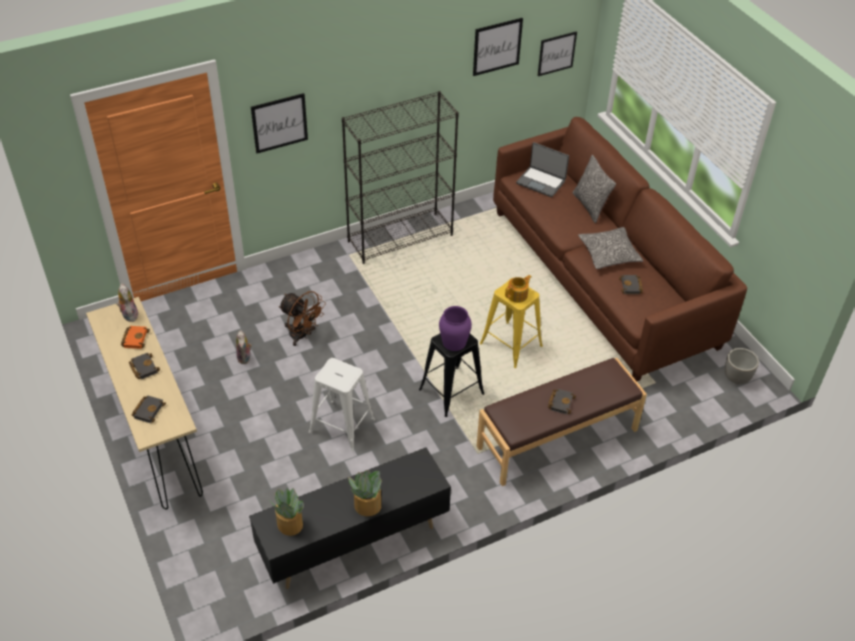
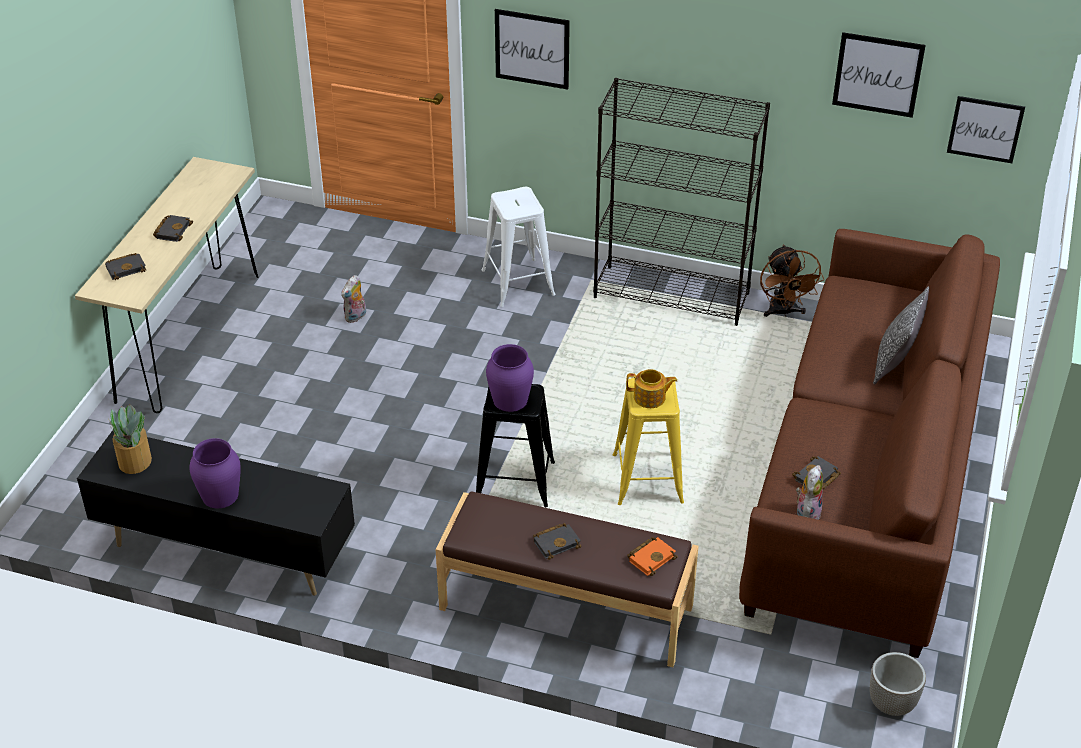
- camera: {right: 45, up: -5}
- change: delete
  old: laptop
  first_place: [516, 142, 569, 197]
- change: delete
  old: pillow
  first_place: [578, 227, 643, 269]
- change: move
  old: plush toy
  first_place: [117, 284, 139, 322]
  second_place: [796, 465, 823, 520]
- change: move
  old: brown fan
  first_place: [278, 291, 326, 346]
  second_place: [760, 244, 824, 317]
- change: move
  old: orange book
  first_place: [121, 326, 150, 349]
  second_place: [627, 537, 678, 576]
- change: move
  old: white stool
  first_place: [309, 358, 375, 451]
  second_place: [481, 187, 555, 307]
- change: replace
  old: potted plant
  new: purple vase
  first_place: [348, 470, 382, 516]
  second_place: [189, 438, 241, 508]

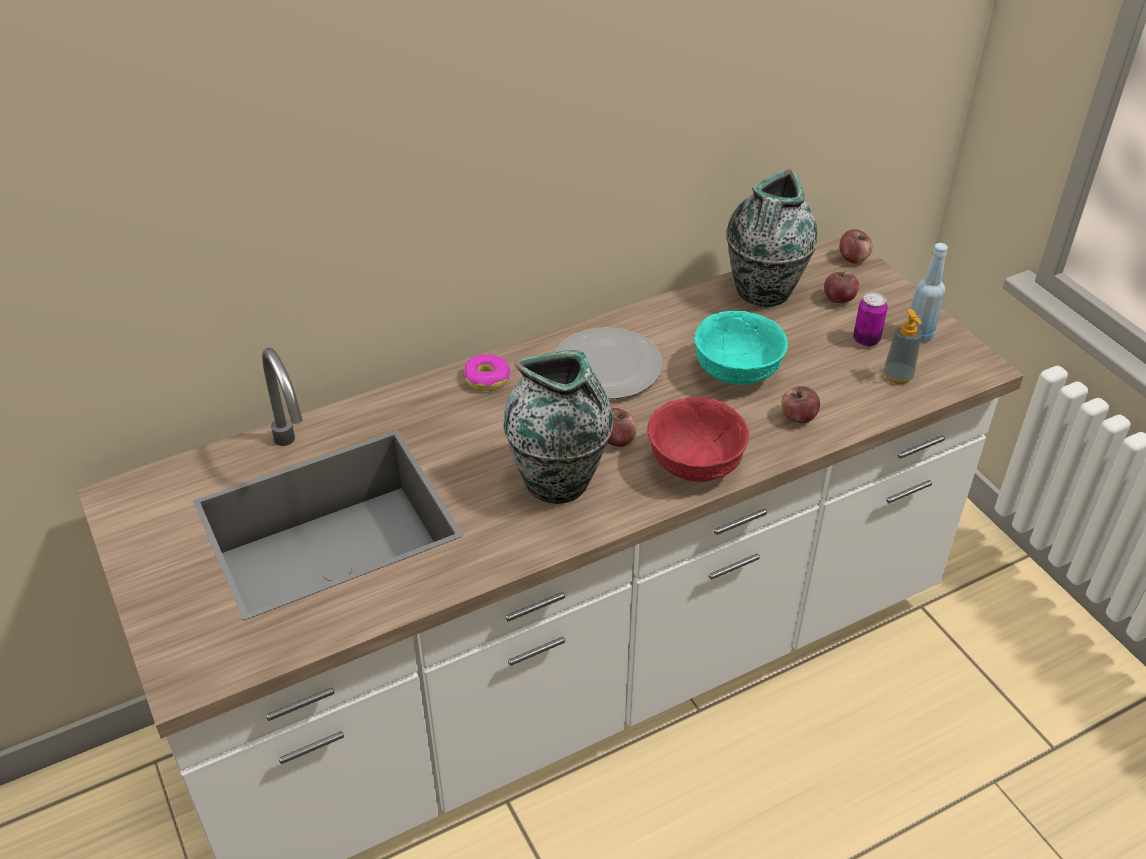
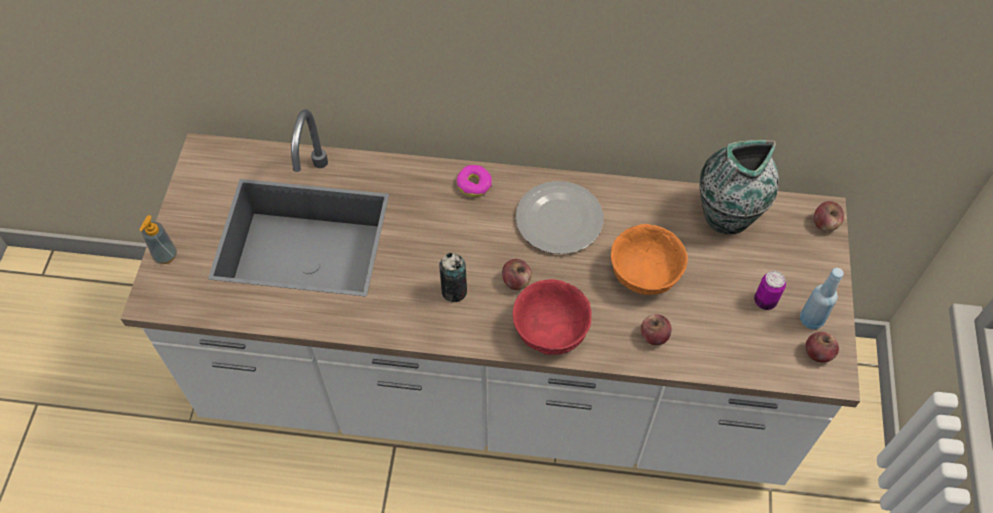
- camera: {right: 35, up: 15}
- change: move
  old: apple
  first_place: [824, 270, 859, 303]
  second_place: [806, 332, 839, 363]
- change: move
  old: soap dispenser
  first_place: [884, 309, 922, 384]
  second_place: [139, 215, 177, 264]
- change: recolor
  old: turquoise bowl
  new: orange bowl
  first_place: [694, 311, 788, 385]
  second_place: [611, 224, 688, 295]
- change: replace
  old: vase
  new: can
  first_place: [503, 350, 613, 504]
  second_place: [439, 252, 467, 302]

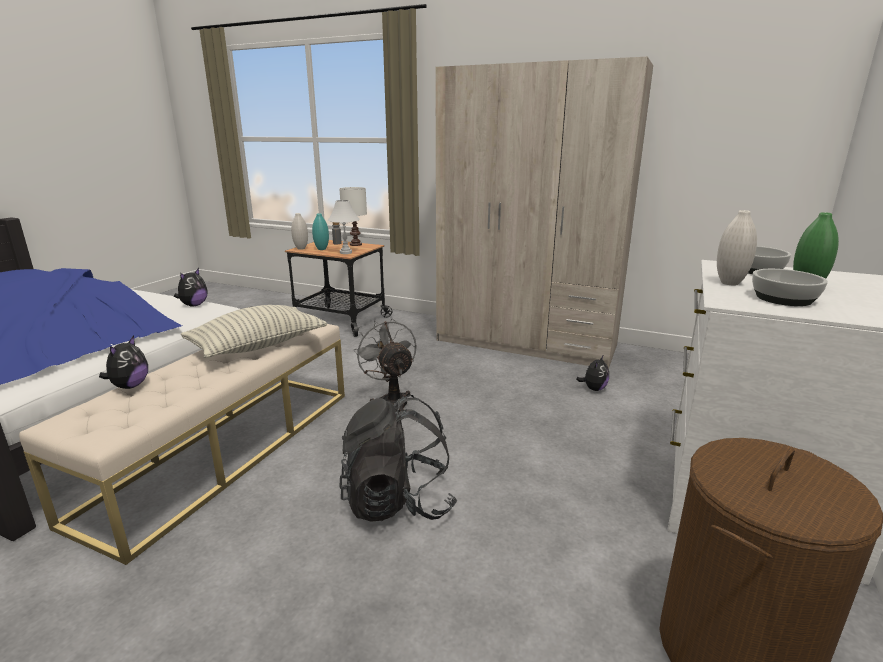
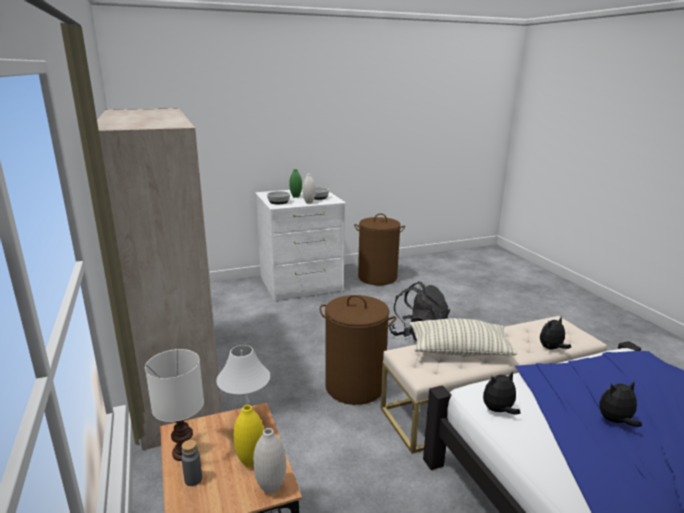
- camera: {right: -135, up: 0}
- change: recolor
  old: turquoise vase
  new: yellow vase
  first_place: [312, 213, 329, 250]
  second_place: [233, 405, 264, 467]
- change: replace
  old: grey fan
  new: brown laundry basket
  first_place: [354, 318, 417, 412]
  second_place: [319, 295, 396, 405]
- change: move
  old: plush toy
  first_place: [576, 356, 609, 391]
  second_place: [599, 382, 642, 427]

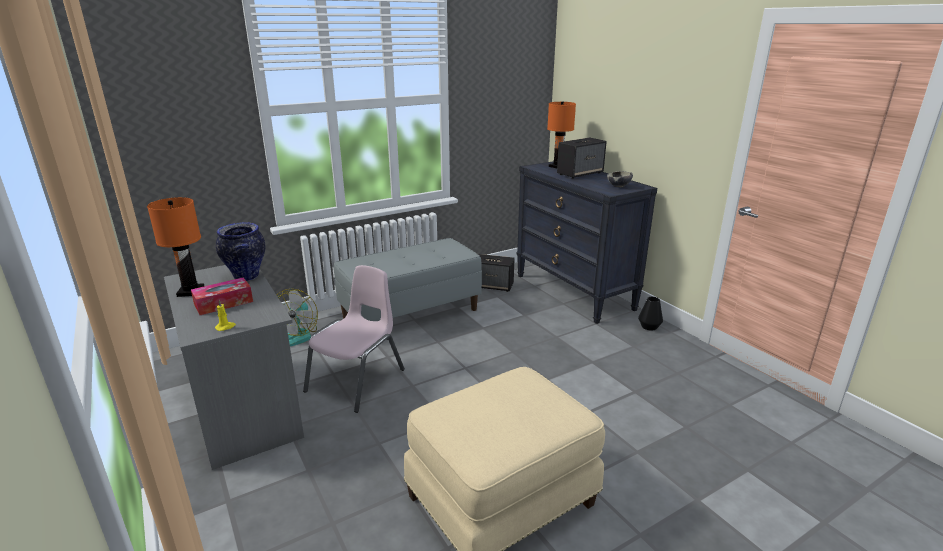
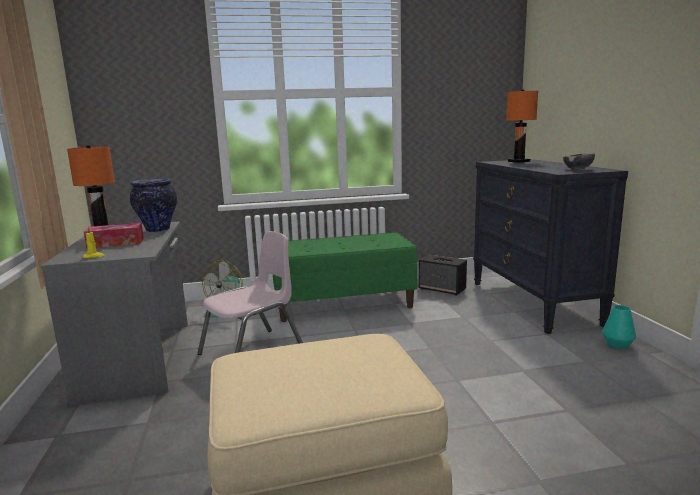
- camera: {right: 20, up: -10}
- change: delete
  old: speaker
  first_place: [557, 137, 607, 179]
- change: recolor
  old: grey bench
  new: green bench
  first_place: [334, 238, 482, 321]
  second_place: [273, 232, 418, 322]
- change: recolor
  old: black vase
  new: turquoise vase
  first_place: [638, 297, 663, 331]
  second_place: [602, 305, 636, 349]

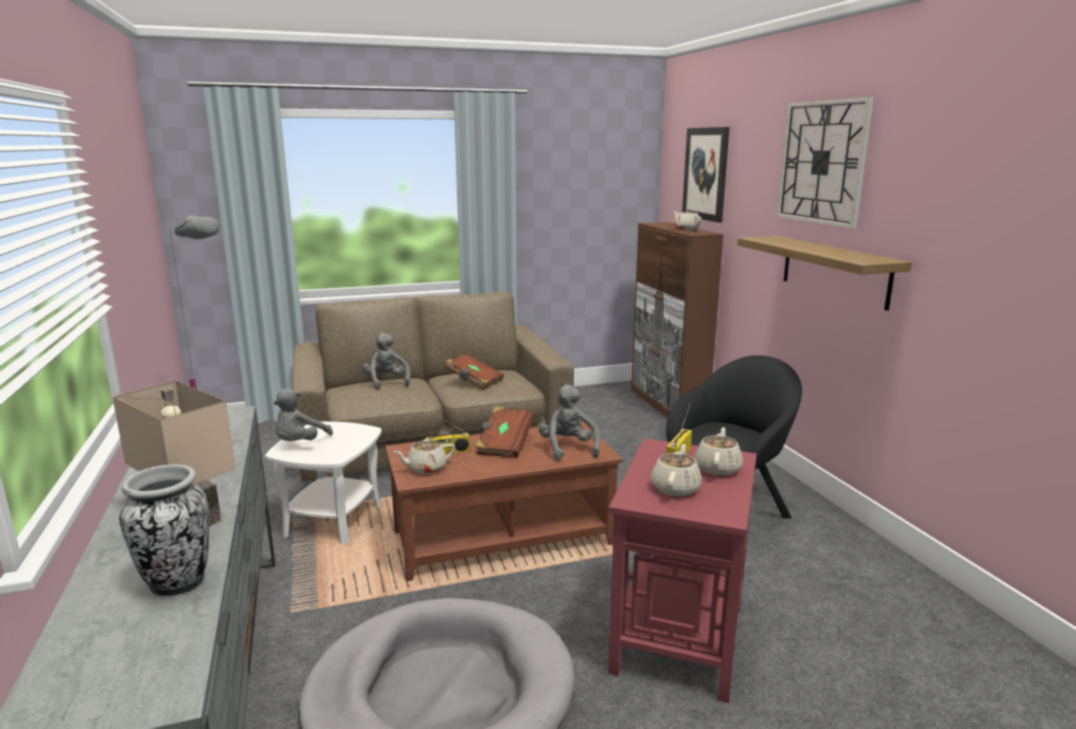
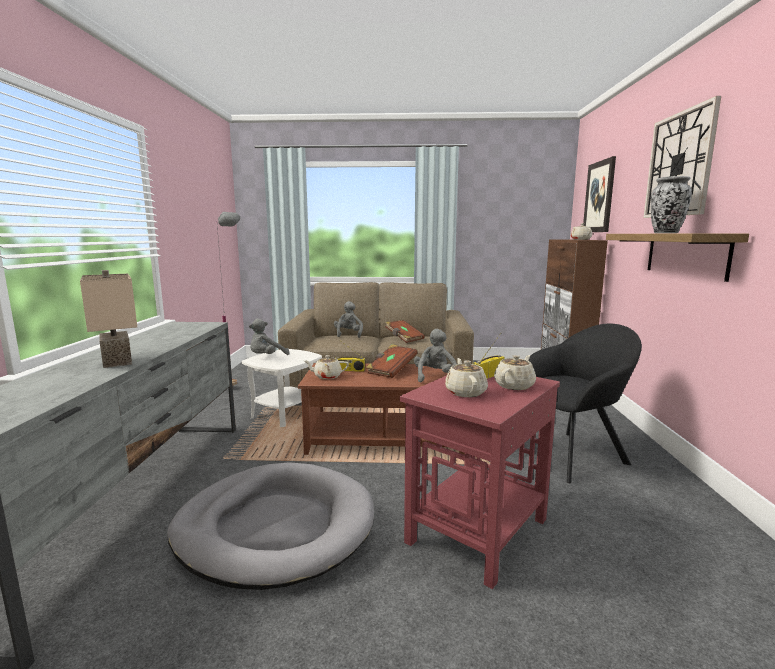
- camera: {right: 20, up: -5}
- change: rotate
  old: beige teapot
  first_place: [651, 444, 702, 497]
  second_place: [445, 358, 488, 397]
  degrees: -45
- change: move
  old: vase
  first_place: [119, 464, 209, 596]
  second_place: [651, 176, 692, 233]

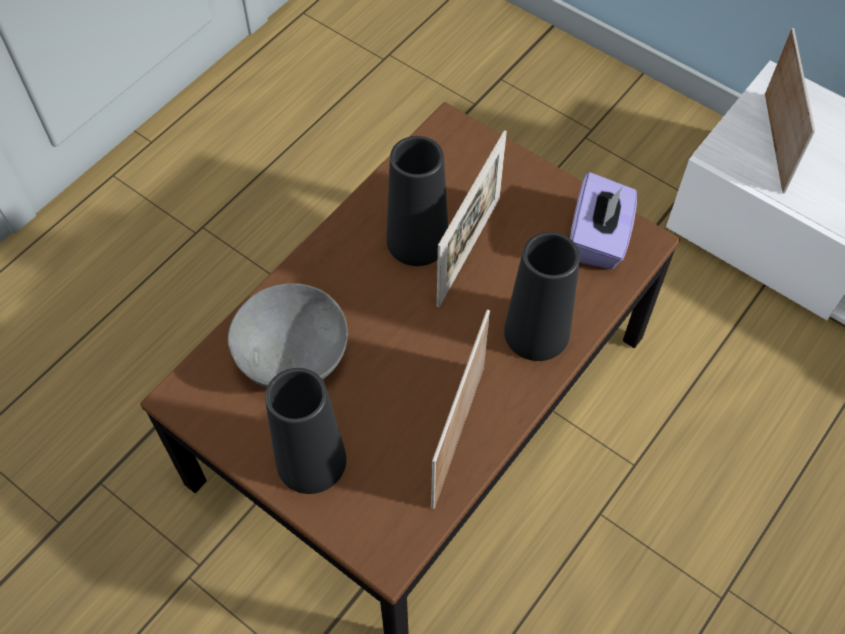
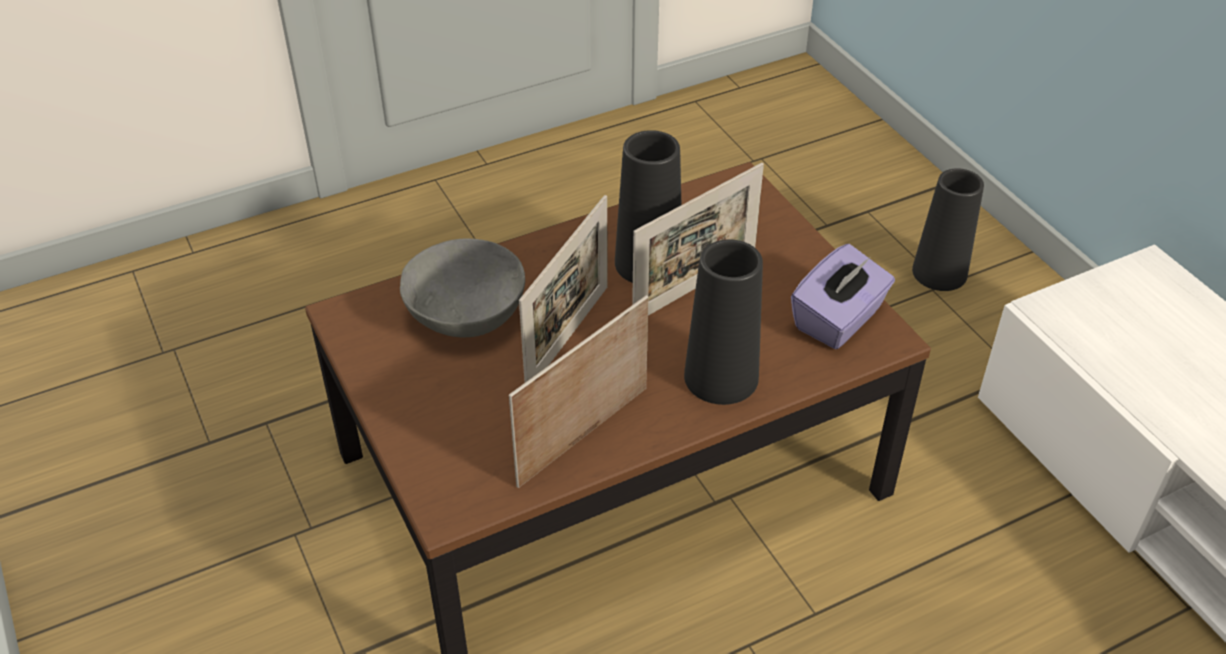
- camera: {right: 25, up: -15}
- change: move
  old: picture frame
  first_place: [765, 28, 815, 194]
  second_place: [519, 195, 608, 382]
- change: move
  old: black vase
  first_place: [265, 368, 346, 494]
  second_place: [912, 168, 984, 291]

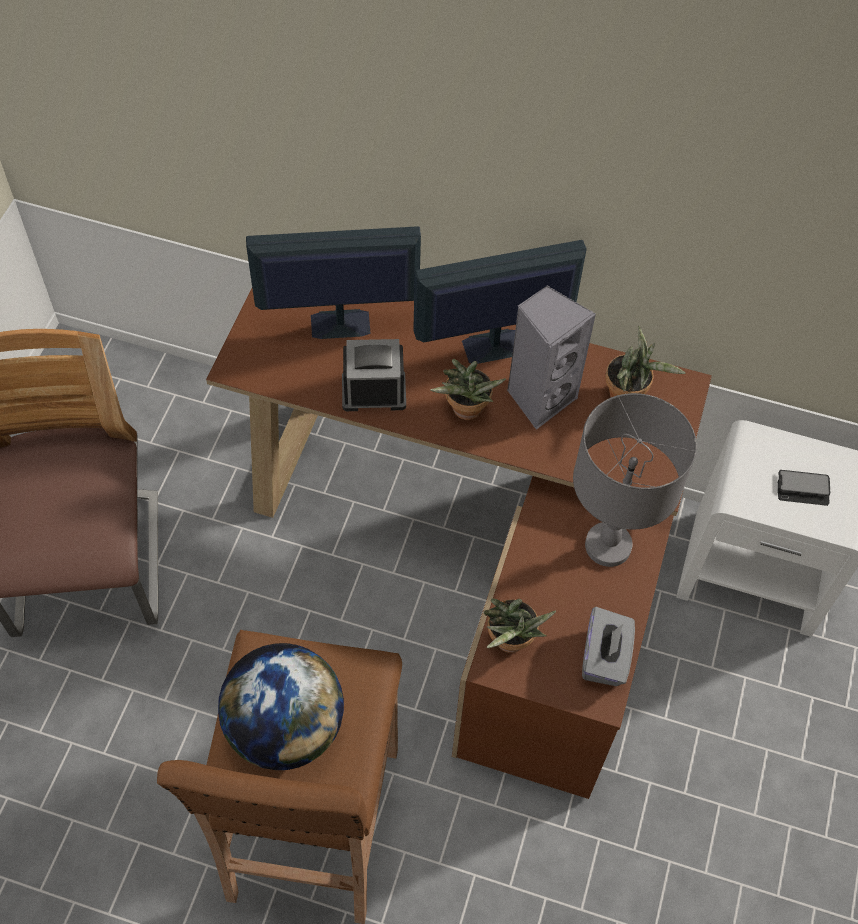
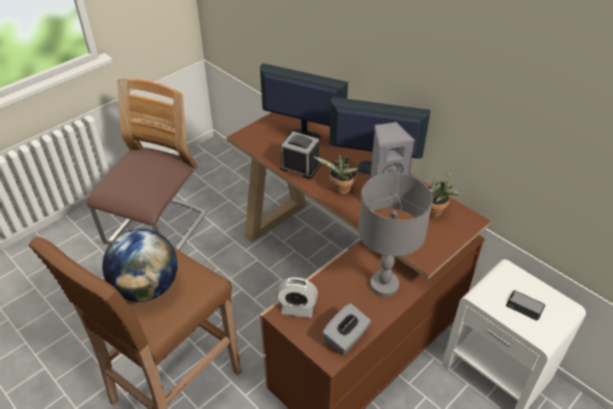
- camera: {right: 30, up: -15}
- change: replace
  old: potted plant
  new: alarm clock
  first_place: [483, 598, 556, 653]
  second_place: [277, 277, 318, 318]

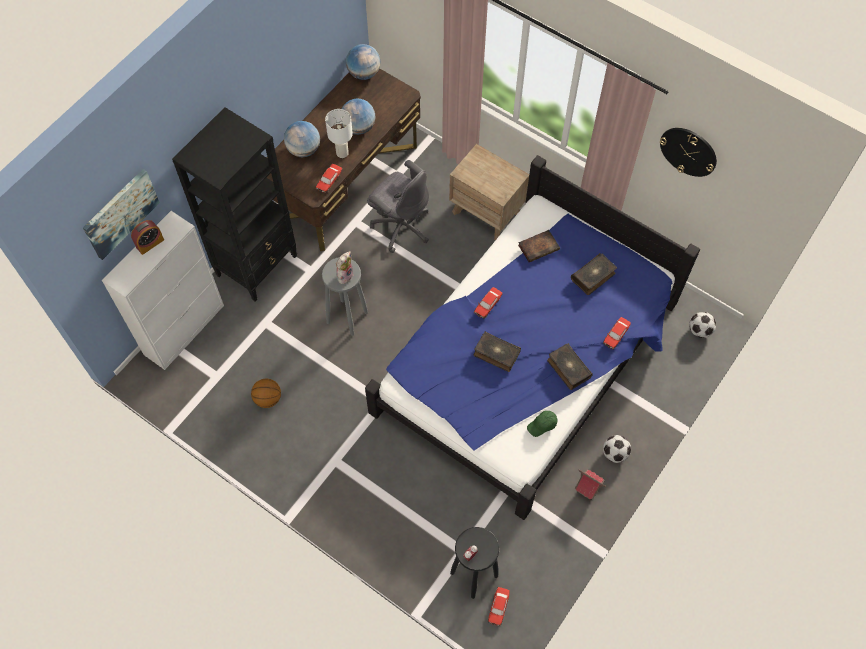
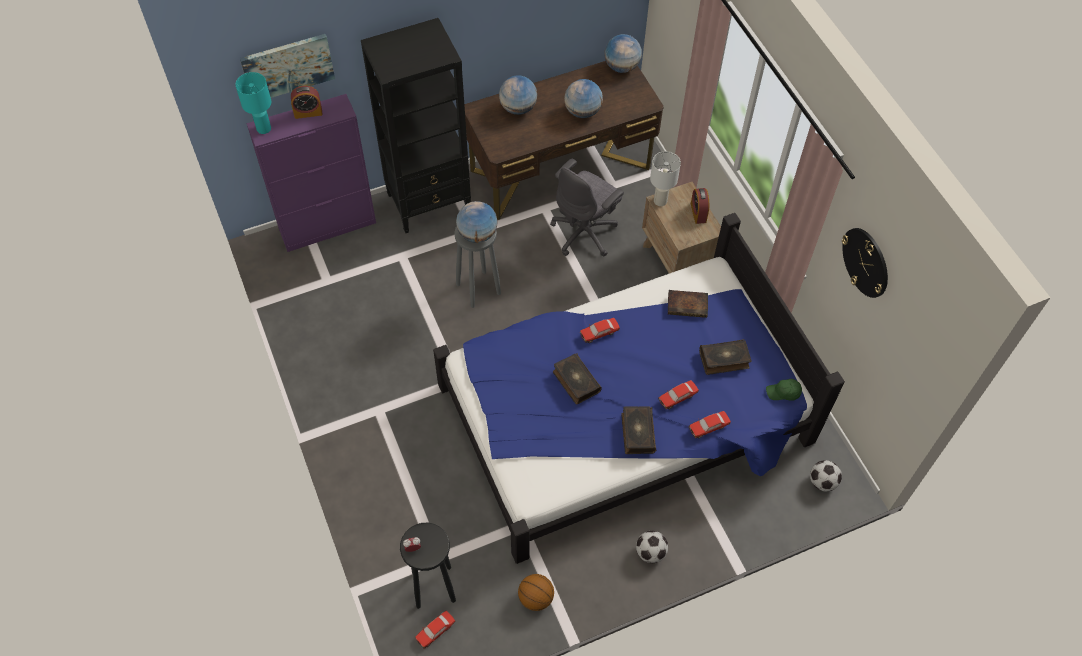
- camera: {right: 30, up: -5}
- change: move
  old: white table lamp
  first_place: [325, 109, 353, 158]
  second_place: [650, 151, 681, 206]
- change: rotate
  old: grey office chair
  first_place: [367, 160, 429, 253]
  second_place: [550, 159, 624, 256]
  degrees: 60
- change: move
  old: toy car
  first_place: [316, 164, 342, 193]
  second_place: [658, 380, 699, 409]
- change: recolor
  old: white cabinet
  new: purple cabinet
  first_place: [102, 211, 224, 370]
  second_place: [246, 94, 376, 252]
- change: replace
  old: plush toy
  new: globe
  first_place: [335, 251, 354, 284]
  second_place: [456, 201, 498, 243]
- change: move
  old: basketball
  first_place: [251, 378, 281, 408]
  second_place: [518, 574, 554, 611]
- change: move
  old: green cap
  first_place: [527, 411, 558, 437]
  second_place: [766, 379, 802, 401]
- change: delete
  old: toy house
  first_place: [575, 470, 606, 500]
- change: insert
  new: turquoise table lamp
  second_place: [235, 72, 271, 134]
- change: insert
  new: alarm clock
  second_place: [691, 188, 709, 224]

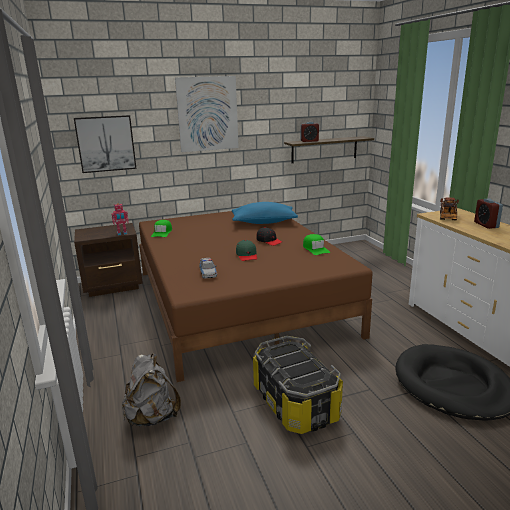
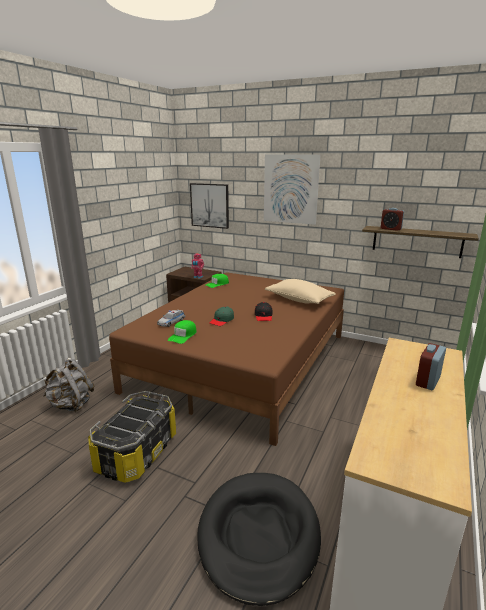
- camera: {right: 45, up: 0}
- change: delete
  old: toy truck
  first_place: [440, 197, 459, 220]
- change: recolor
  old: blue pillow
  new: beige pillow
  first_place: [232, 202, 298, 224]
  second_place: [265, 279, 336, 304]
- change: move
  old: green cap
  first_place: [303, 234, 330, 255]
  second_place: [168, 320, 197, 344]

